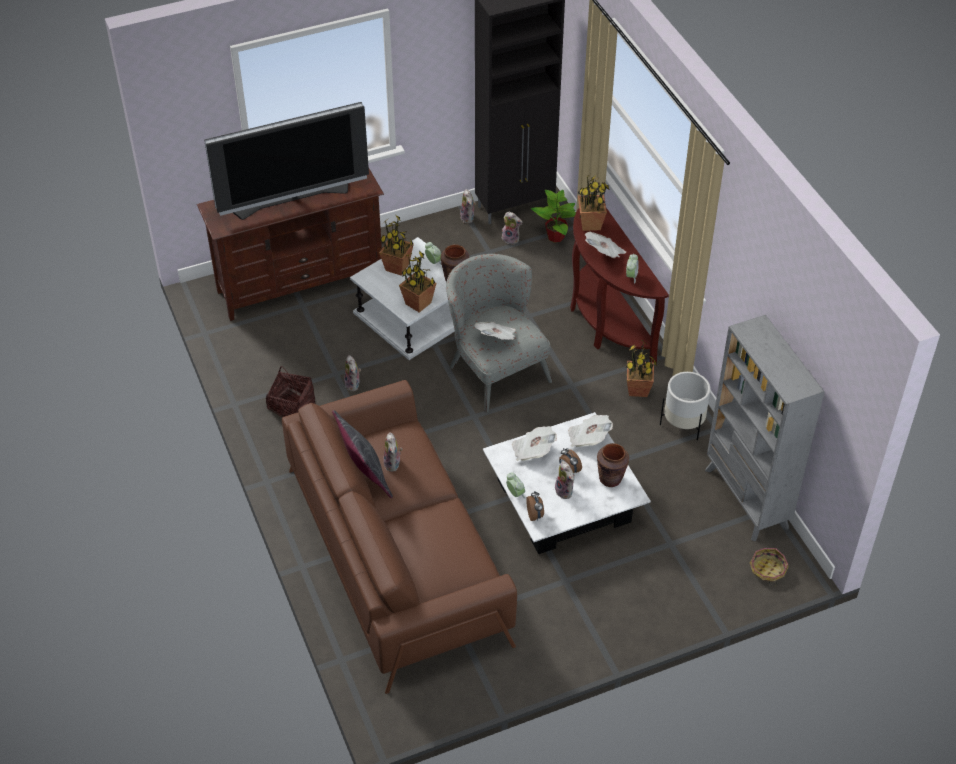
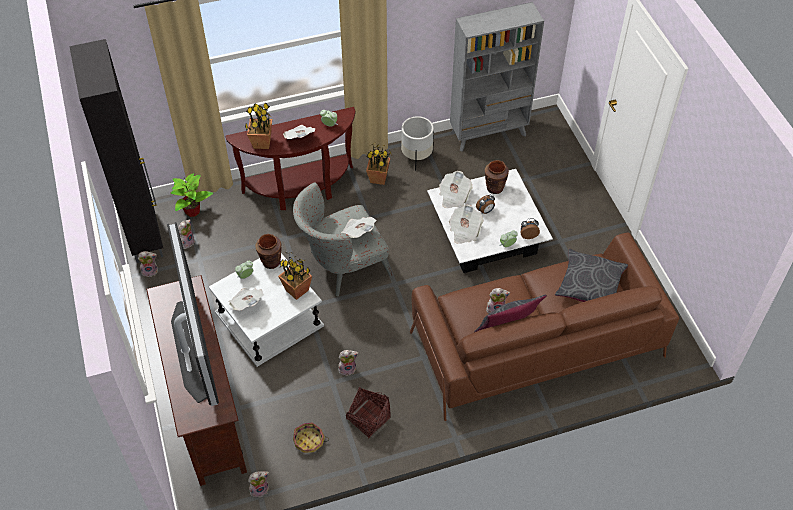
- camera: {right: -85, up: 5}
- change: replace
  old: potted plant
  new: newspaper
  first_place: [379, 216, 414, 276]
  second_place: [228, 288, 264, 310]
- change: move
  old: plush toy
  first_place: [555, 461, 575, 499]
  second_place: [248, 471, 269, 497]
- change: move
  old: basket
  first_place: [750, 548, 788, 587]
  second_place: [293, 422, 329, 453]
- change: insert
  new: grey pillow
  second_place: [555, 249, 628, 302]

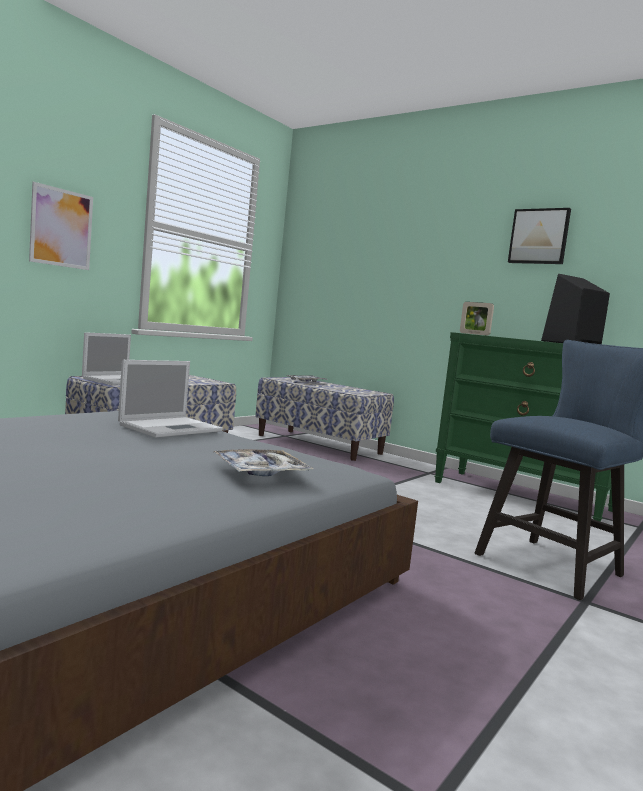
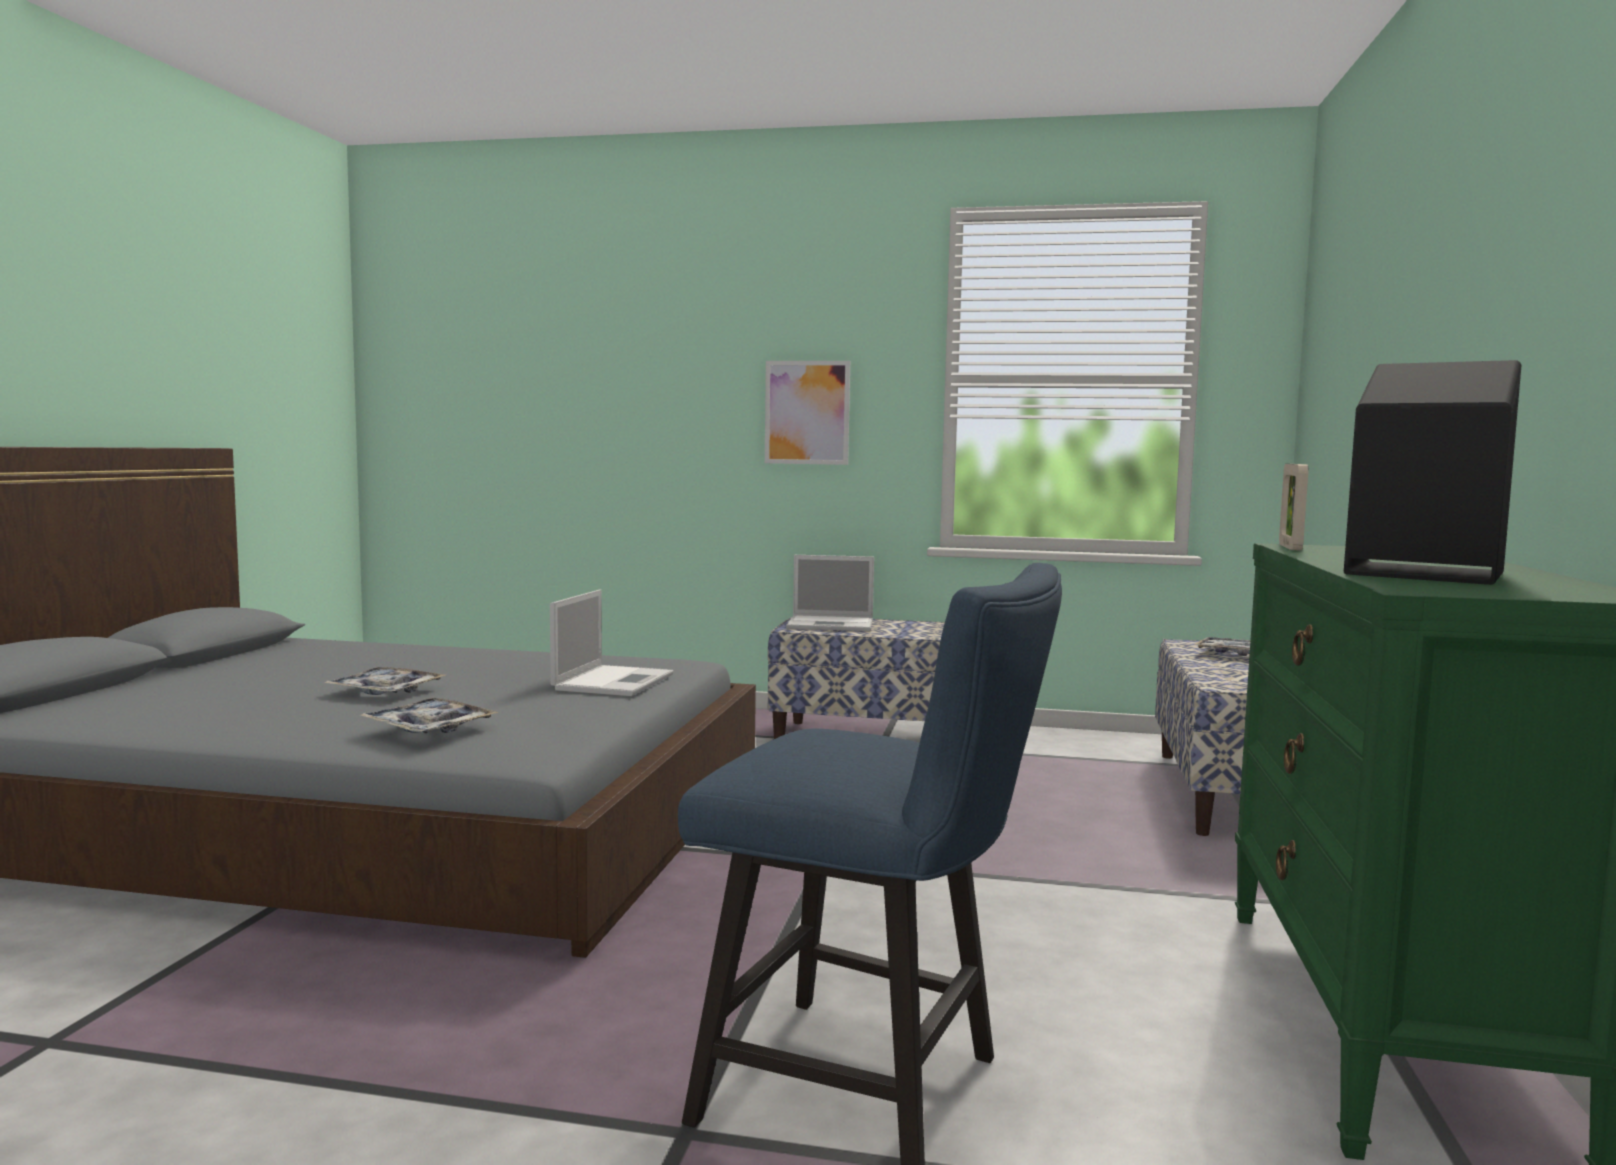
- camera: {right: 65, up: 0}
- change: delete
  old: picture
  first_place: [508, 208, 571, 264]
- change: rotate
  old: laptop
  first_place: [118, 360, 223, 438]
  second_place: [550, 589, 674, 696]
  degrees: -90
- change: insert
  new: tray
  second_place: [324, 667, 446, 695]

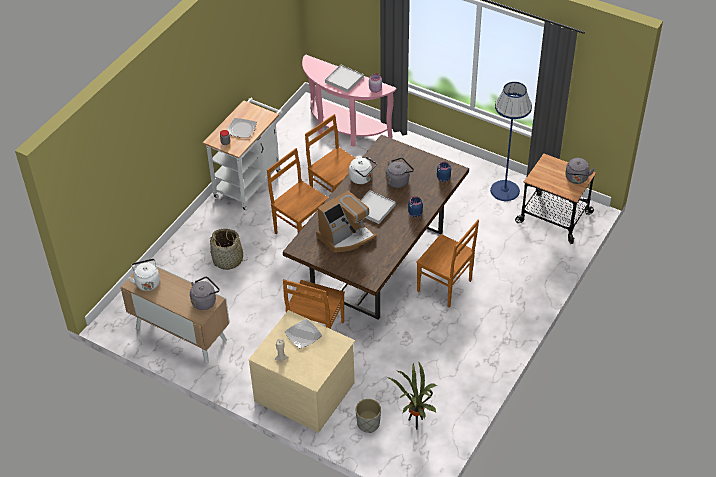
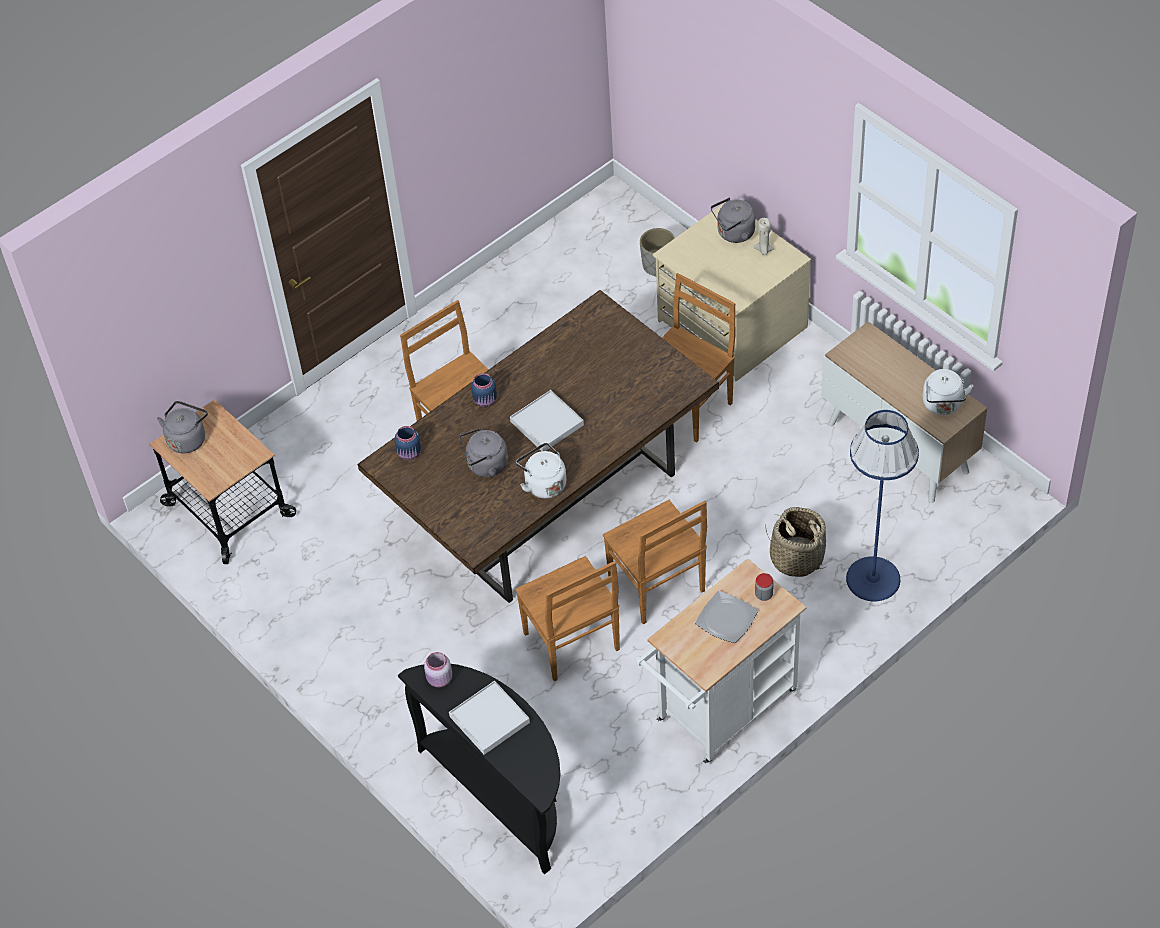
- camera: {right: -160, up: 5}
- change: recolor
  old: pink console table
  new: black console table
  first_place: [302, 55, 397, 147]
  second_place: [398, 664, 560, 874]
- change: move
  old: blue floor lamp
  first_place: [490, 82, 532, 201]
  second_place: [846, 410, 919, 601]
- change: delete
  old: coffee machine
  first_place: [316, 191, 377, 253]
- change: move
  old: grey kettle
  first_place: [190, 277, 219, 310]
  second_place: [711, 198, 755, 243]
- change: delete
  old: plate
  first_place: [285, 319, 322, 349]
- change: delete
  old: potted plant
  first_place: [388, 361, 437, 430]

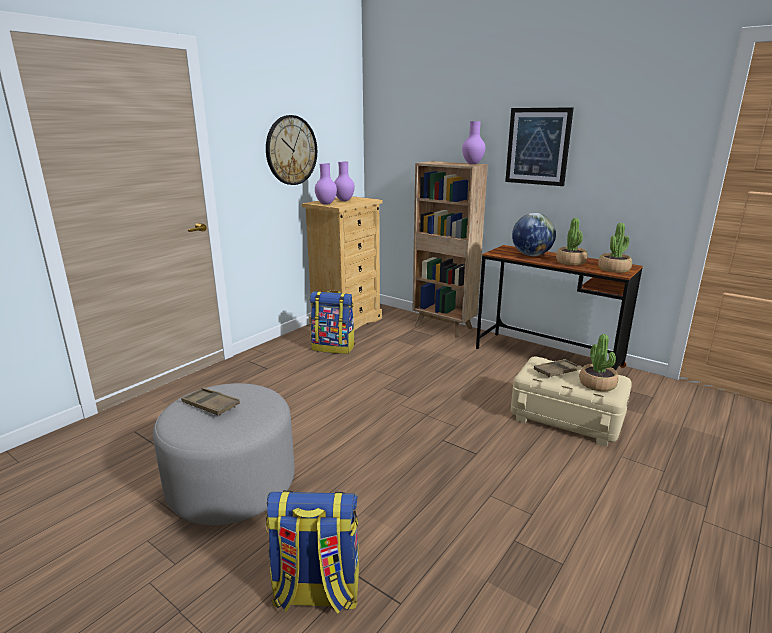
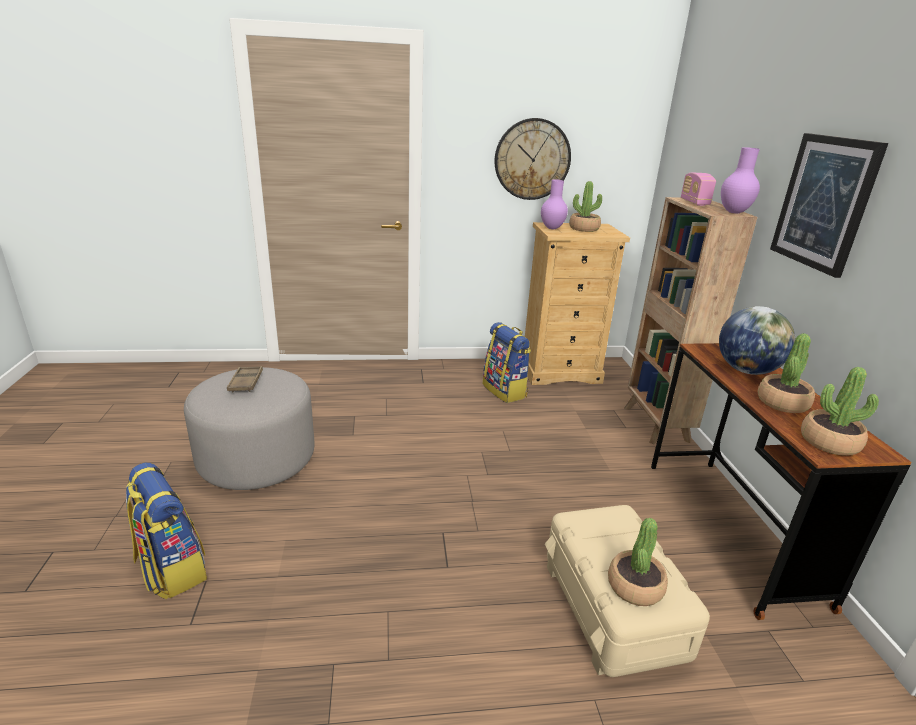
- camera: {right: 45, up: 5}
- change: replace
  old: purple vase
  new: potted plant
  first_place: [334, 162, 355, 201]
  second_place: [569, 181, 602, 232]
- change: delete
  old: brown tray
  first_place: [534, 359, 582, 378]
- change: insert
  new: radio
  second_place: [681, 173, 716, 206]

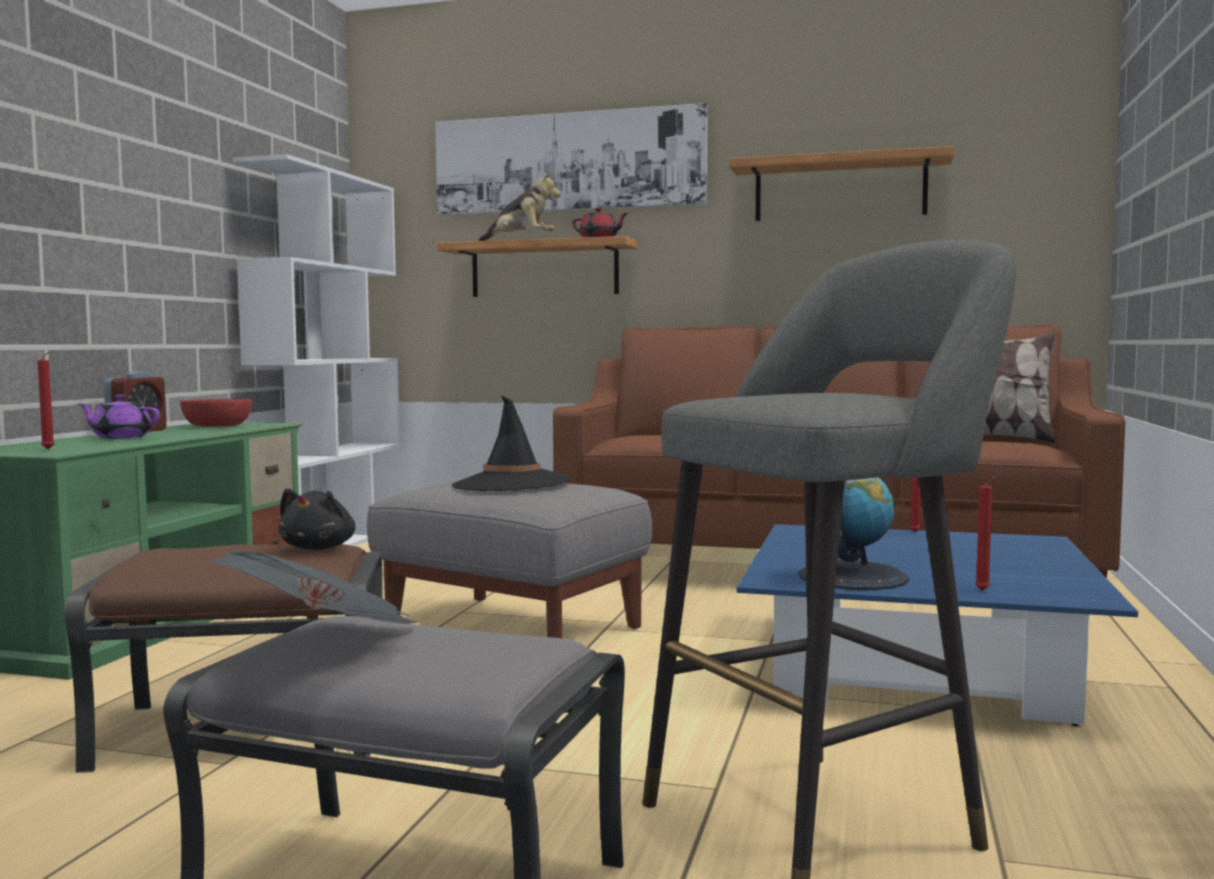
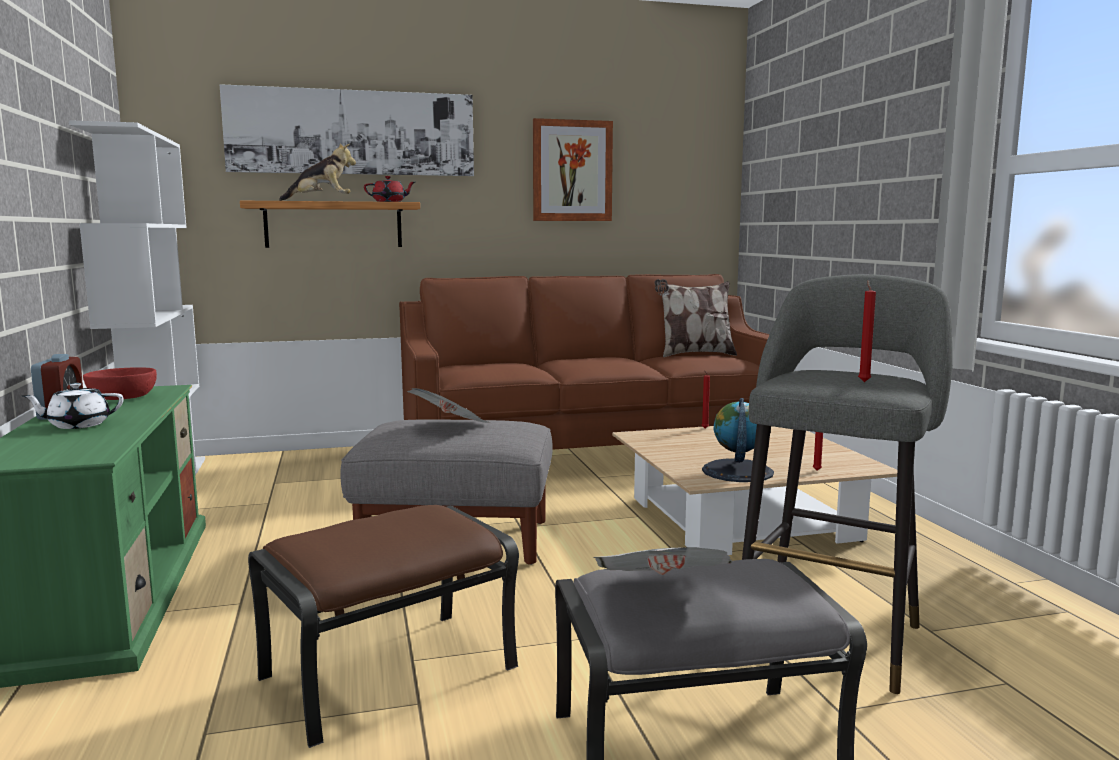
- camera: {right: -30, up: 5}
- change: replace
  old: shelf
  new: picture
  first_place: [729, 146, 955, 221]
  second_place: [533, 118, 613, 221]
- change: move
  old: red candle
  first_place: [37, 350, 55, 449]
  second_place: [858, 281, 876, 382]
- change: recolor
  old: purple teapot
  new: white teapot
  first_place: [78, 395, 160, 439]
  second_place: [22, 383, 124, 429]
- change: replace
  old: black hat
  new: newspaper
  first_place: [452, 395, 572, 491]
  second_place: [407, 388, 490, 423]
- change: delete
  old: black plush toy
  first_place: [279, 488, 356, 550]
- change: recolor
  old: blue coffee table
  new: beige coffee table
  first_place: [737, 524, 1138, 726]
  second_place: [612, 426, 897, 555]

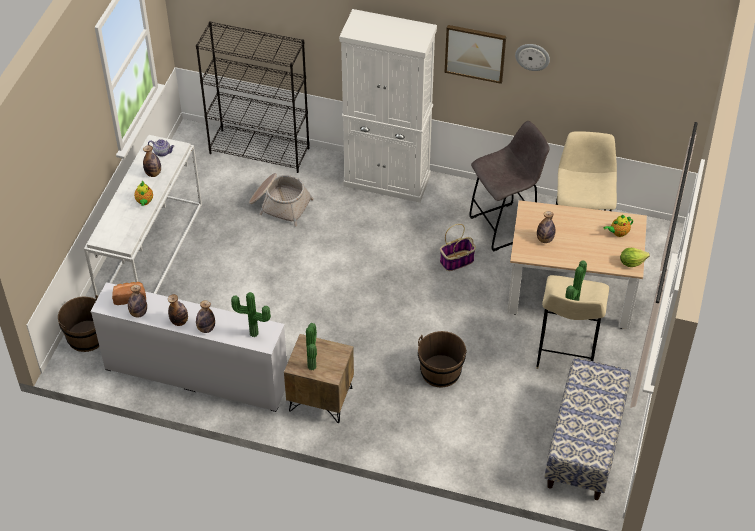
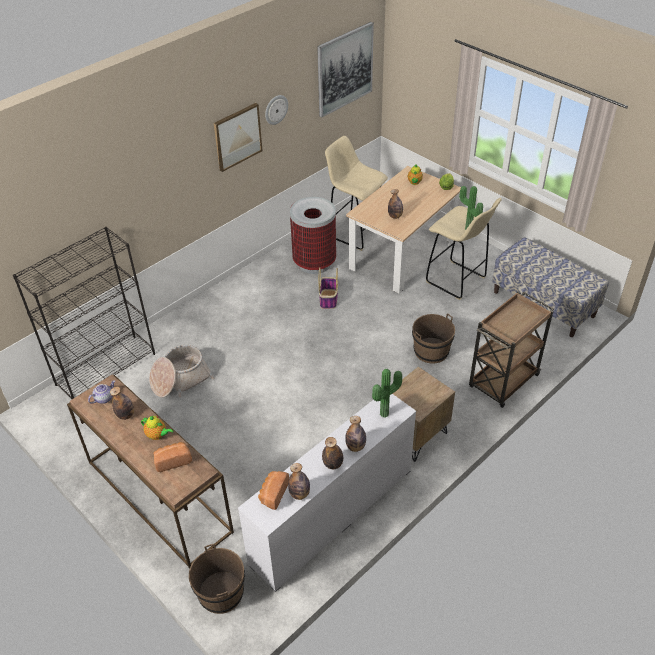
- camera: {right: -60, up: -5}
- change: delete
  old: white cabinet
  first_place: [339, 9, 437, 203]
- change: replace
  old: grey stool
  new: trash can
  first_place: [469, 121, 550, 252]
  second_place: [290, 197, 336, 274]
- change: recolor
  old: white console table
  new: brown console table
  first_place: [84, 135, 202, 298]
  second_place: [67, 374, 234, 568]
- change: delete
  old: potted plant
  first_place: [306, 323, 317, 370]
- change: insert
  new: picture
  second_place: [317, 22, 374, 117]
- change: insert
  new: brown cart
  second_place: [469, 292, 554, 408]
- change: insert
  new: bread
  second_place: [154, 442, 192, 472]

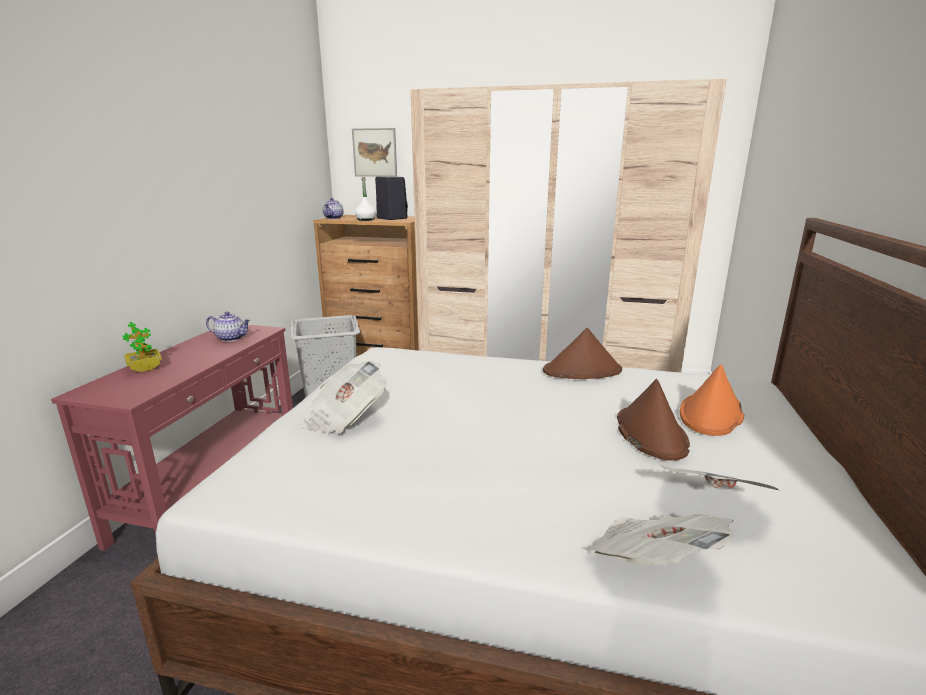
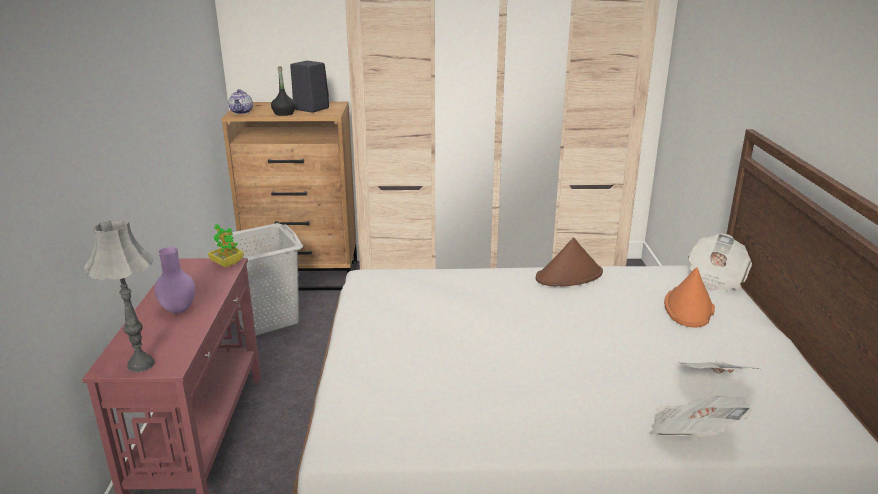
- camera: {right: -15, up: 5}
- change: delete
  old: picture
  first_place: [352, 128, 397, 177]
- change: recolor
  old: white bottle
  new: black bottle
  first_place: [355, 177, 376, 221]
  second_place: [271, 66, 296, 116]
- change: delete
  old: teapot
  first_place: [206, 311, 251, 342]
- change: move
  old: potted plant
  first_place: [123, 322, 162, 372]
  second_place: [208, 224, 244, 267]
- change: move
  old: newspaper
  first_place: [301, 361, 386, 434]
  second_place: [688, 233, 752, 291]
- change: delete
  old: brown hat
  first_place: [617, 379, 690, 460]
- change: insert
  new: grey table lamp
  second_place: [84, 220, 154, 372]
- change: insert
  new: purple vase
  second_place: [154, 247, 195, 313]

